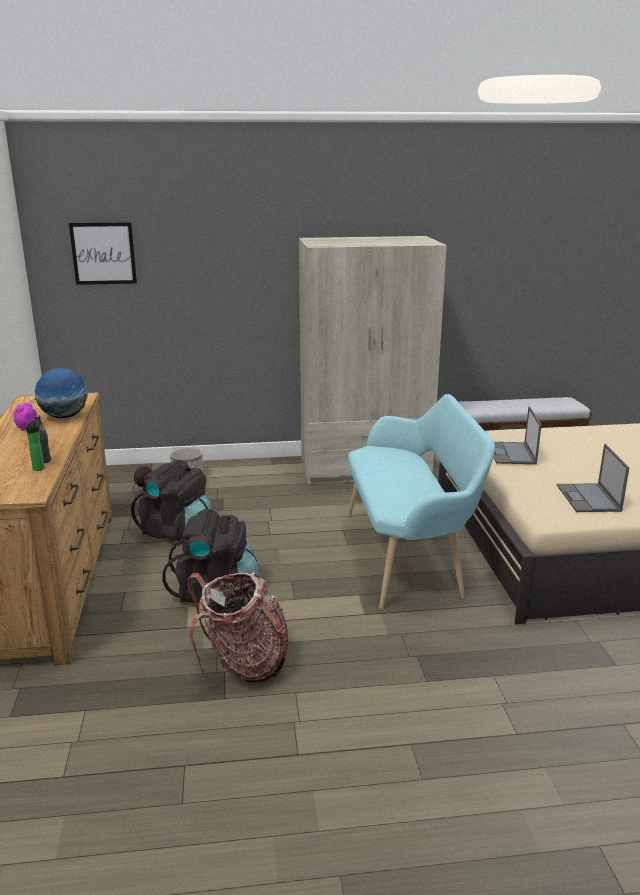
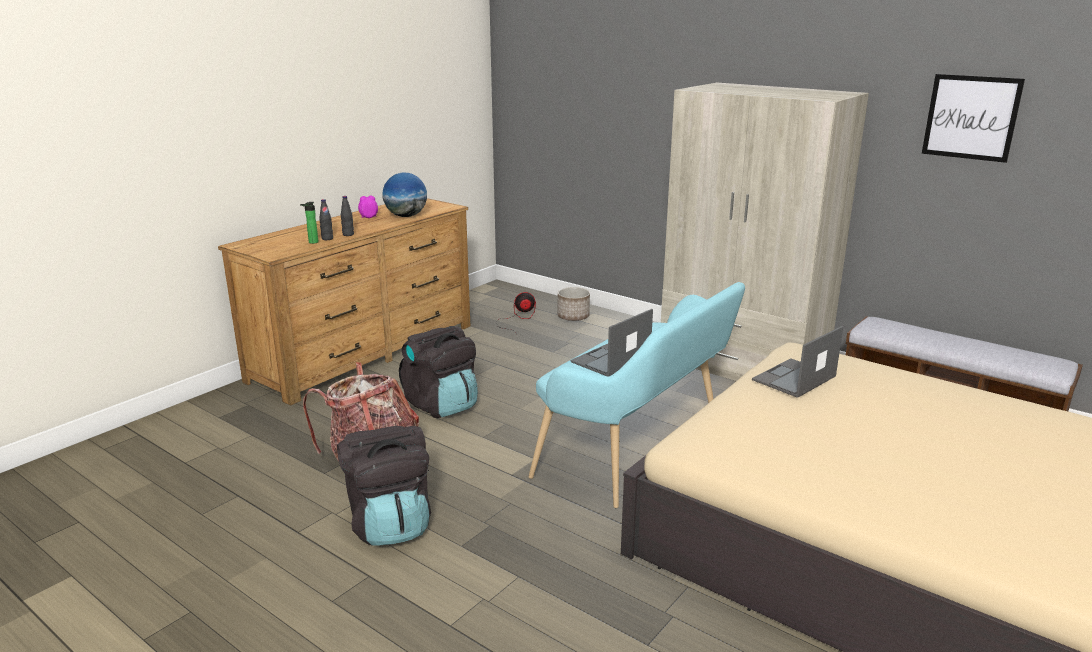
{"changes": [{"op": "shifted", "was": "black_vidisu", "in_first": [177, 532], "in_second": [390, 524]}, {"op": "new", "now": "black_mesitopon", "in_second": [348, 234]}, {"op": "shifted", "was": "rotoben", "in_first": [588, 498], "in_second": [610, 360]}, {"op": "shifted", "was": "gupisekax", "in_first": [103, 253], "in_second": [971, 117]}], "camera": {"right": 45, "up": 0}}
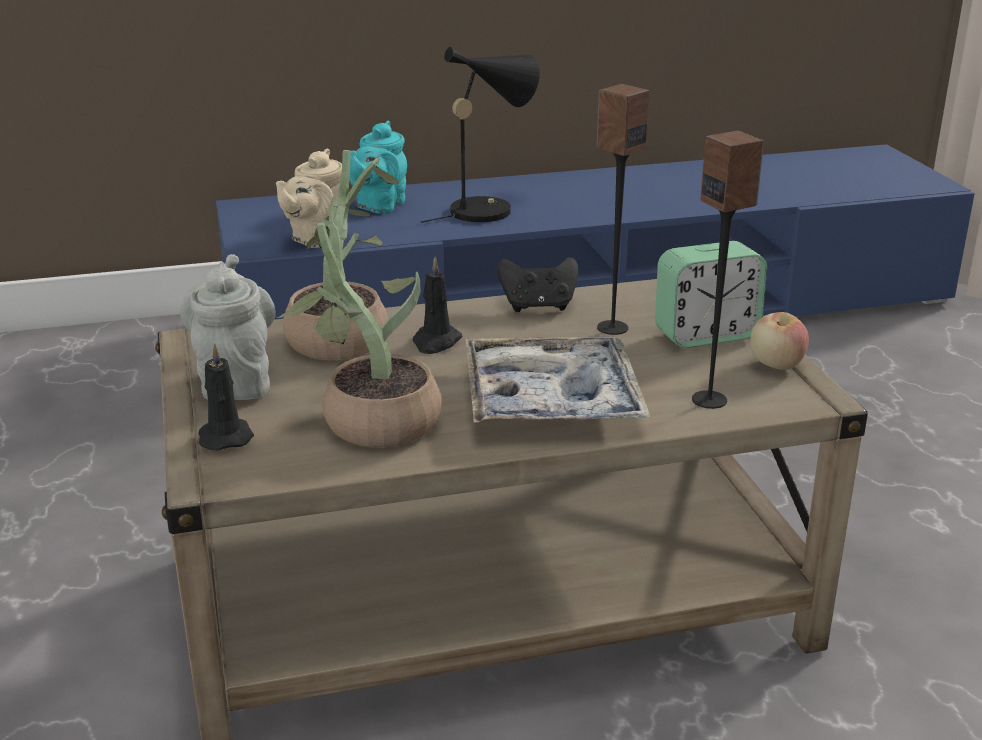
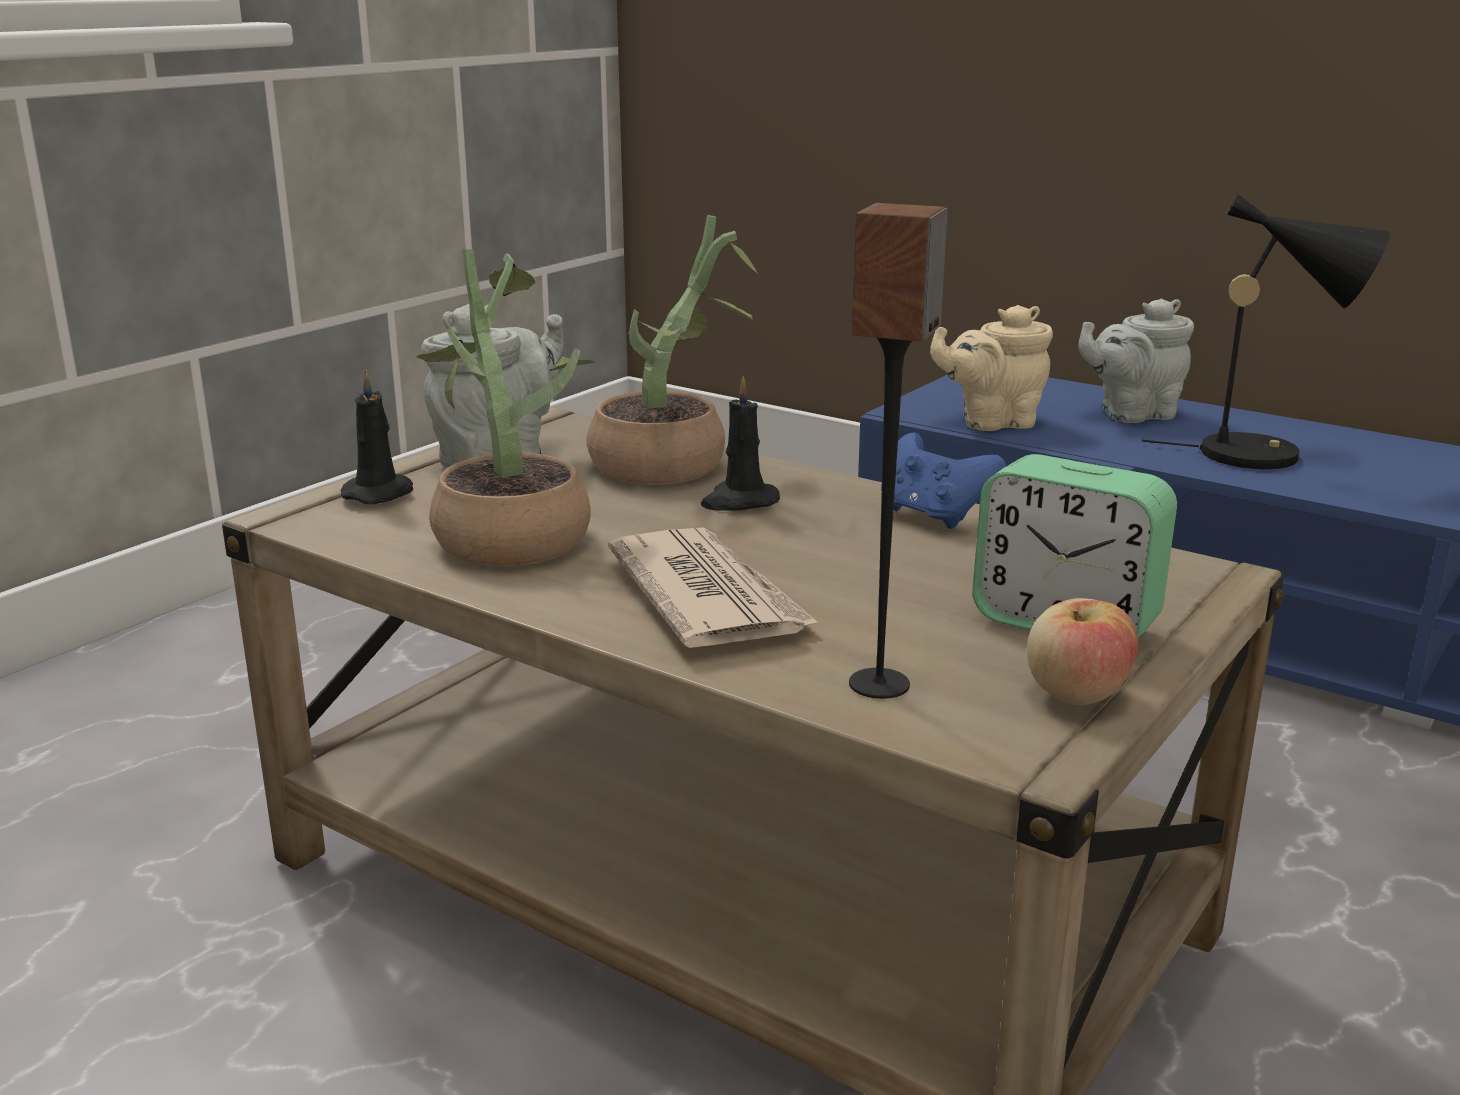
{"changes": [{"op": "swapped", "was": "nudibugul", "now": "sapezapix", "in_first": [551, 399], "in_second": [708, 596]}, {"op": "repainted", "was": "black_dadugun", "now": "blue_dadugun", "in_first": [538, 306], "in_second": [933, 515]}, {"op": "repainted", "was": "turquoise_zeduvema", "now": "grey_zeduvema", "in_first": [378, 206], "in_second": [1132, 414]}, {"op": "gone", "was": "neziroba", "in_first": [612, 327]}], "camera": {"right": 50, "up": -5}}
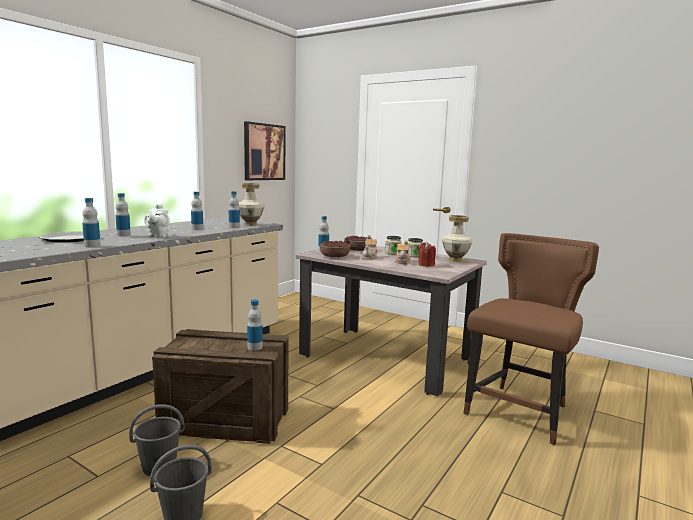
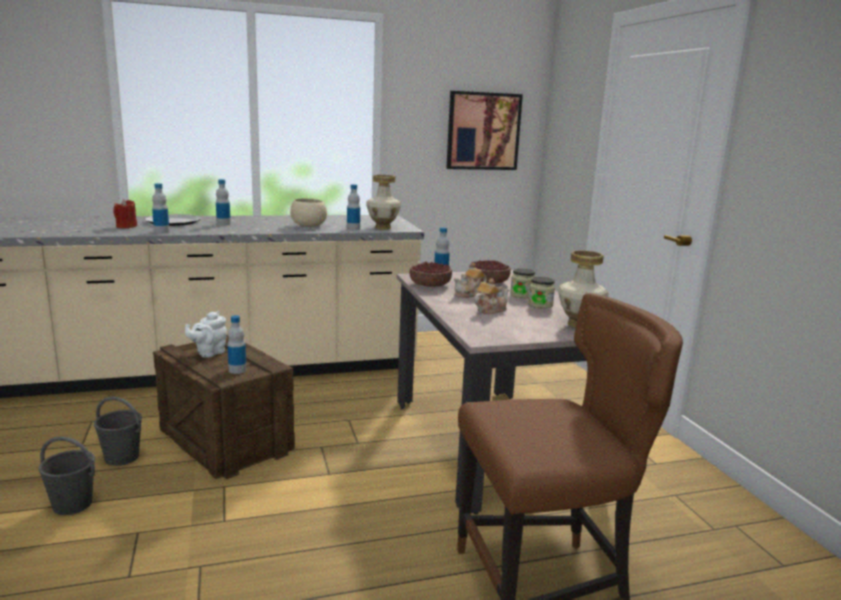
{"changes": [{"op": "shifted", "was": "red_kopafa", "in_first": [426, 265], "in_second": [126, 227]}, {"op": "shifted", "was": "white_zeduvema", "in_first": [158, 236], "in_second": [209, 353]}, {"op": "swapped", "was": "mesitopon", "now": "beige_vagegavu", "in_first": [197, 229], "in_second": [309, 226]}], "camera": {"right": 40, "up": 5}}
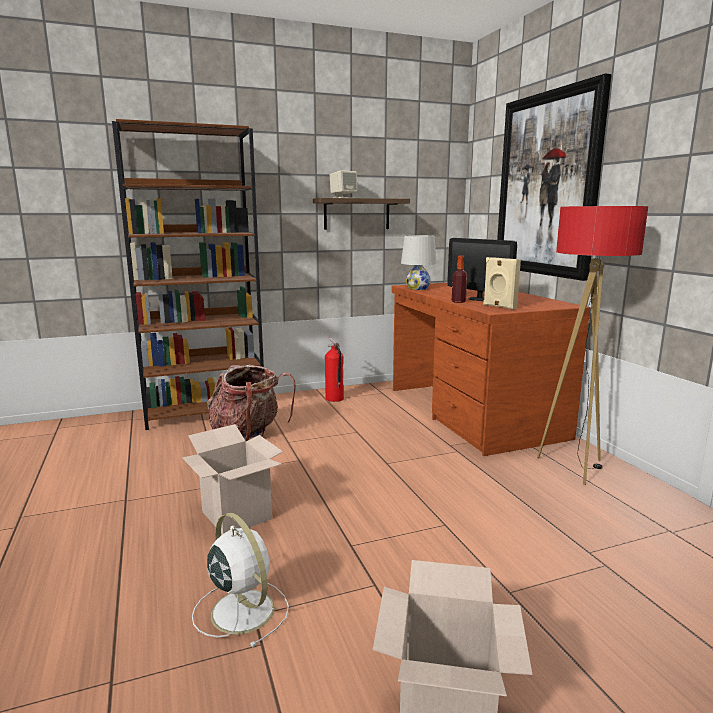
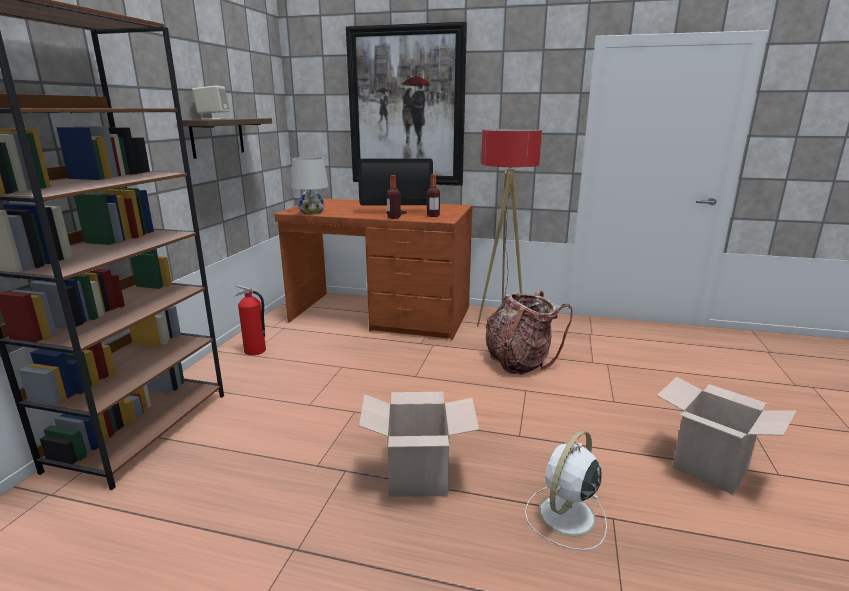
{"changes": [{"op": "swapped", "was": "beige_neziroba", "now": "mesitopon", "in_first": [499, 306], "in_second": [433, 216]}, {"op": "shifted", "was": "vidisu", "in_first": [249, 435], "in_second": [519, 361]}, {"op": "rotated", "was": "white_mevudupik", "in_first": [241, 609], "in_second": [565, 516], "clockwise": -45}], "camera": {"right": -55, "up": 5}}
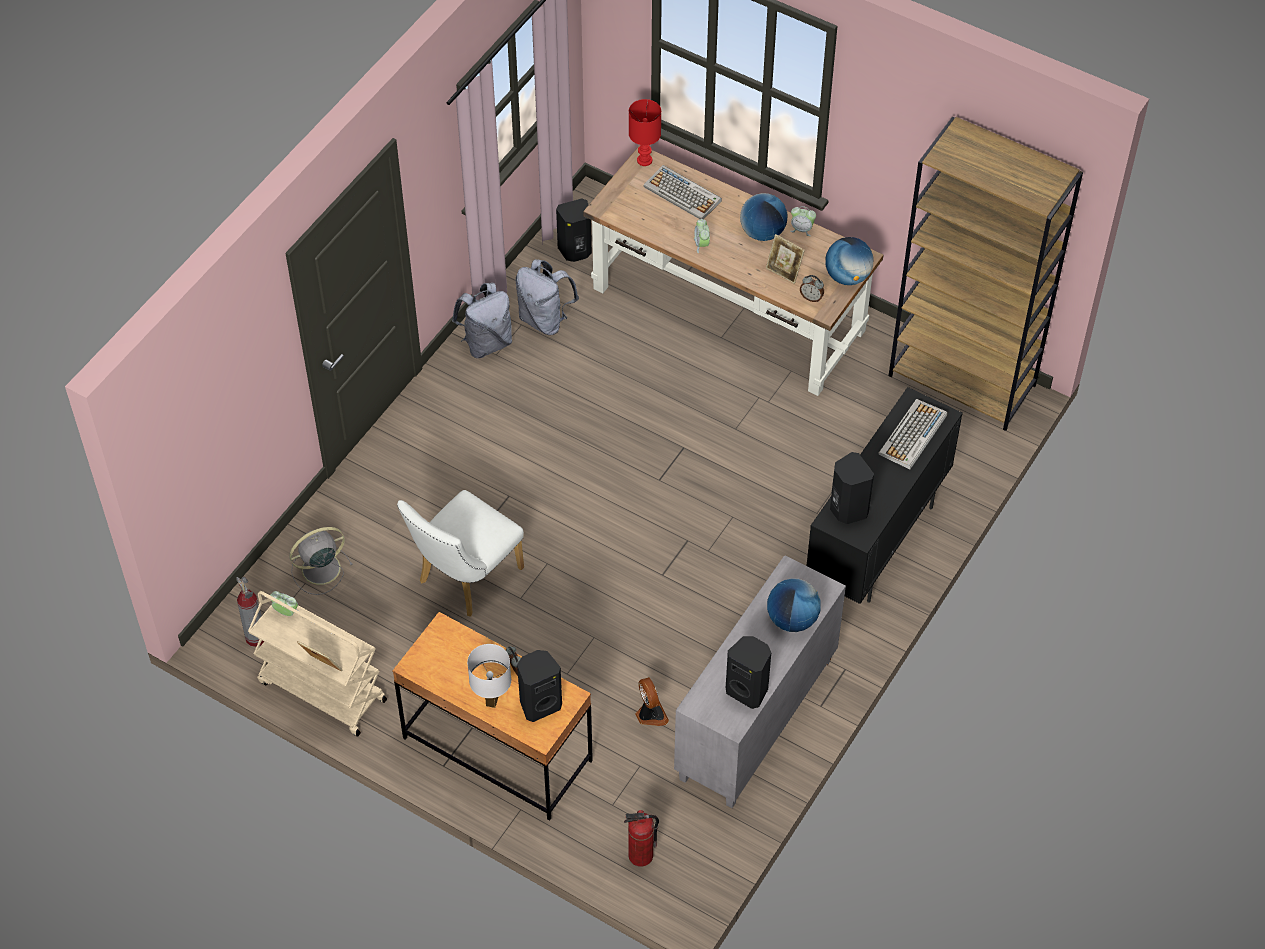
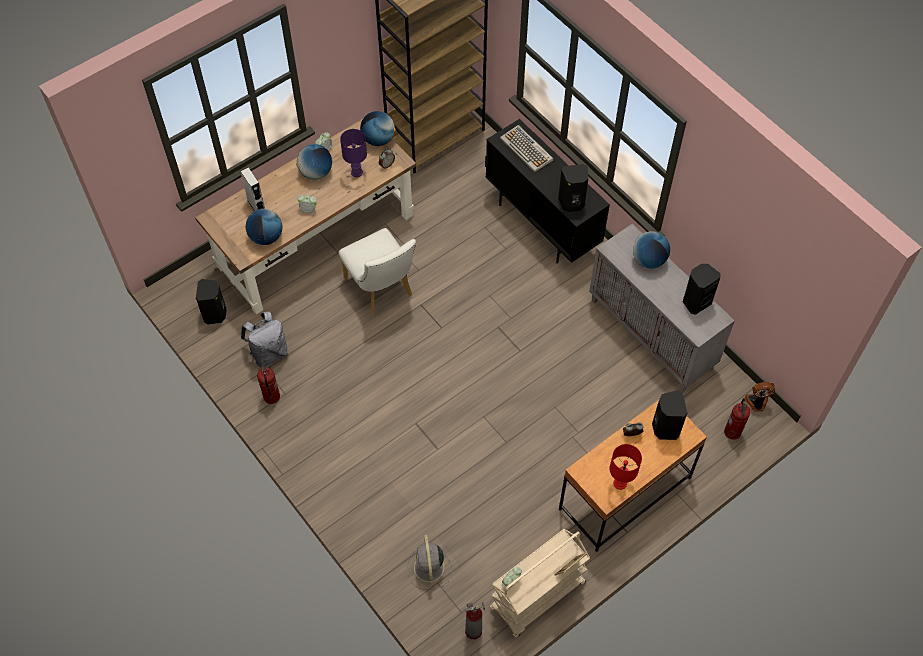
{"changes": [{"op": "swapped", "was": "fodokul", "now": "grey_neziroba", "in_first": [683, 194], "in_second": [256, 206]}, {"op": "new", "now": "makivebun", "in_second": [266, 237]}, {"op": "swapped", "was": "grey_vidisu", "now": "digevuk", "in_first": [486, 343], "in_second": [271, 396]}, {"op": "shifted", "was": "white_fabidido", "in_first": [465, 579], "in_second": [381, 290]}, {"op": "swapped", "was": "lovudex", "now": "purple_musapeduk", "in_first": [784, 272], "in_second": [357, 172]}, {"op": "shifted", "was": "red_musapeduk", "in_first": [644, 161], "in_second": [620, 483]}, {"op": "shifted", "was": "mevudupik", "in_first": [650, 714], "in_second": [757, 403]}, {"op": "gone", "was": "white_musapeduk", "in_first": [492, 701]}], "camera": {"right": -70, "up": 5}}
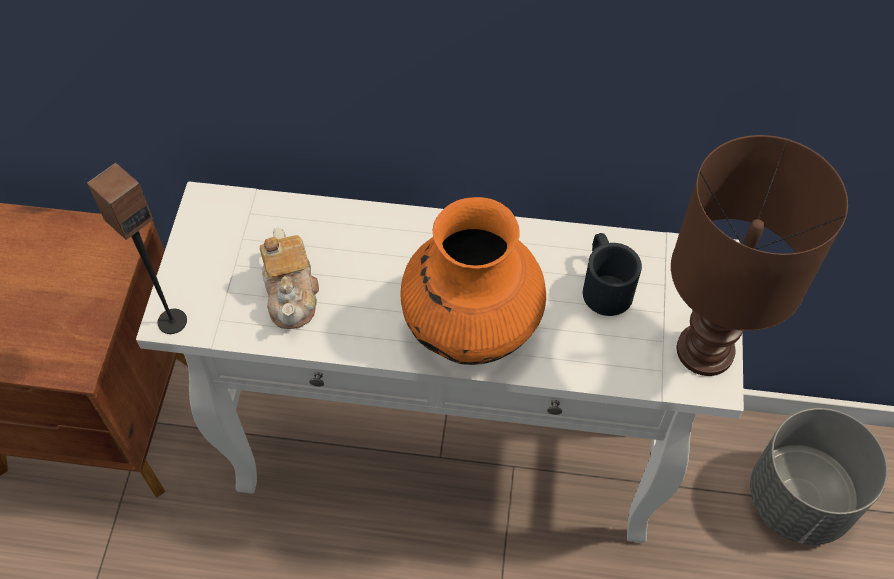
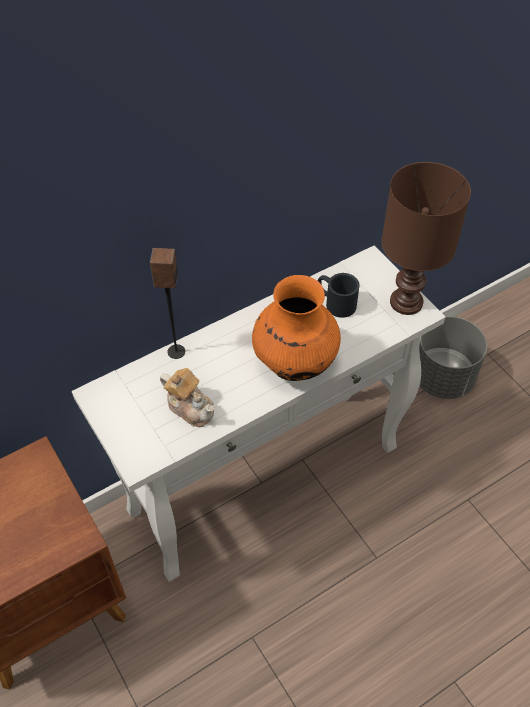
{"changes": [{"op": "shifted", "was": "neziroba", "in_first": [172, 321], "in_second": [176, 351]}], "camera": {"right": -40, "up": -5}}
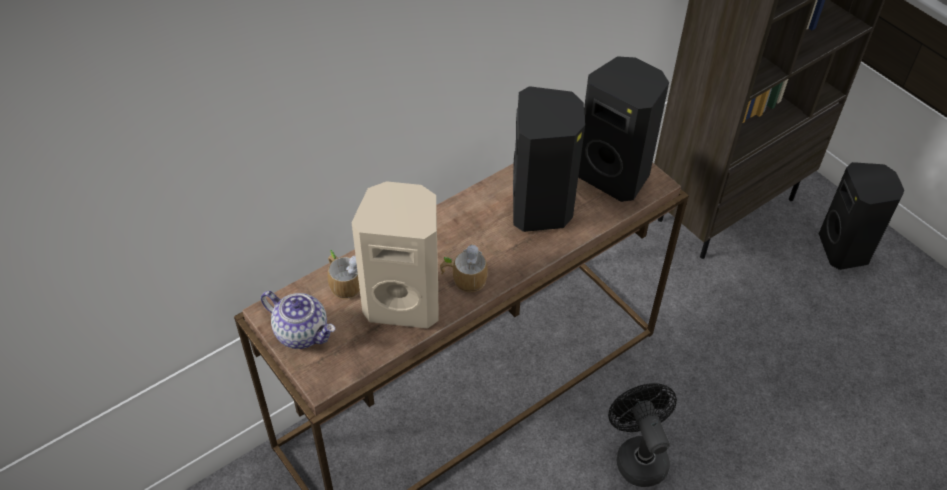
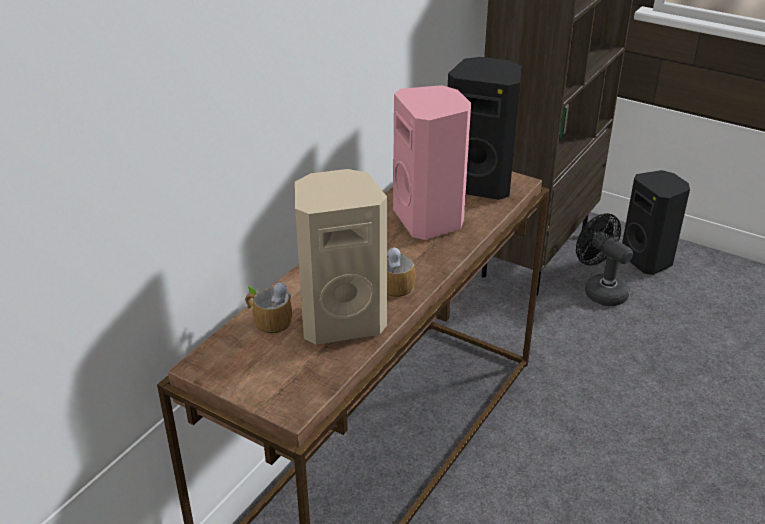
{"changes": [{"op": "repainted", "was": "black_neziroba", "now": "pink_neziroba", "in_first": [542, 208], "in_second": [430, 220]}, {"op": "shifted", "was": "black_mevudupik", "in_first": [638, 455], "in_second": [600, 290]}, {"op": "gone", "was": "zeduvema", "in_first": [302, 332]}], "camera": {"right": -20, "up": -15}}
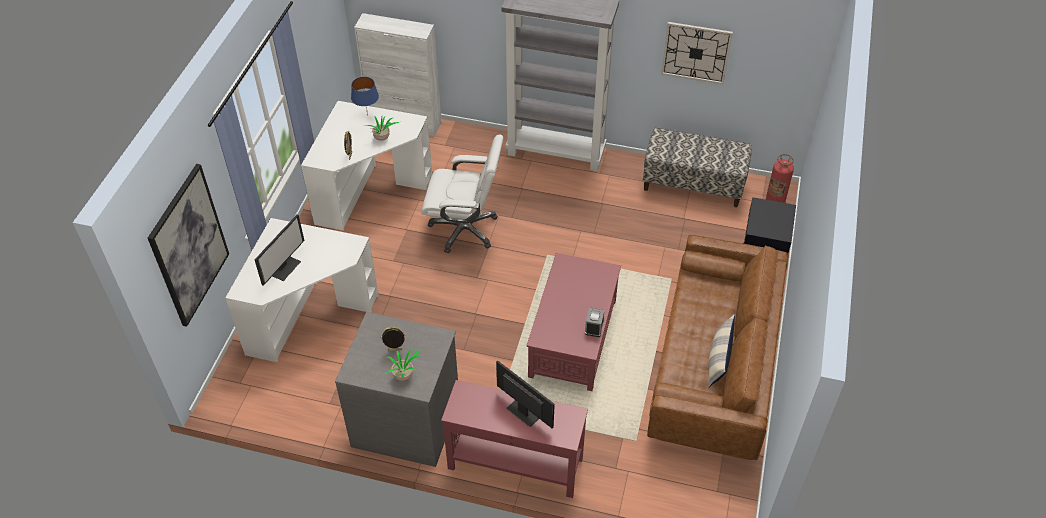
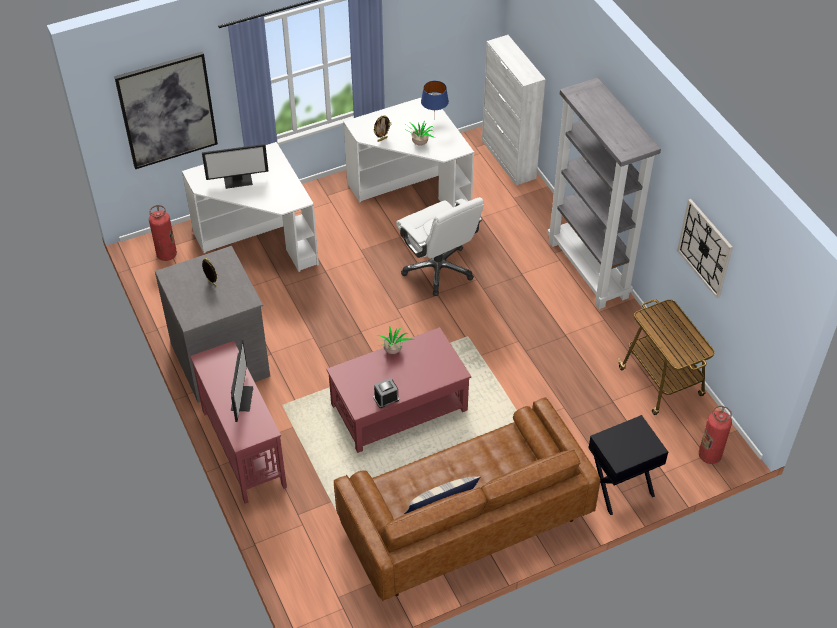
{"changes": [{"op": "new", "now": "digevuk", "in_second": [166, 254]}, {"op": "shifted", "was": "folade", "in_first": [405, 377], "in_second": [393, 352]}, {"op": "swapped", "was": "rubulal", "now": "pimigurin", "in_first": [693, 184], "in_second": [662, 383]}], "camera": {"right": 50, "up": 0}}
